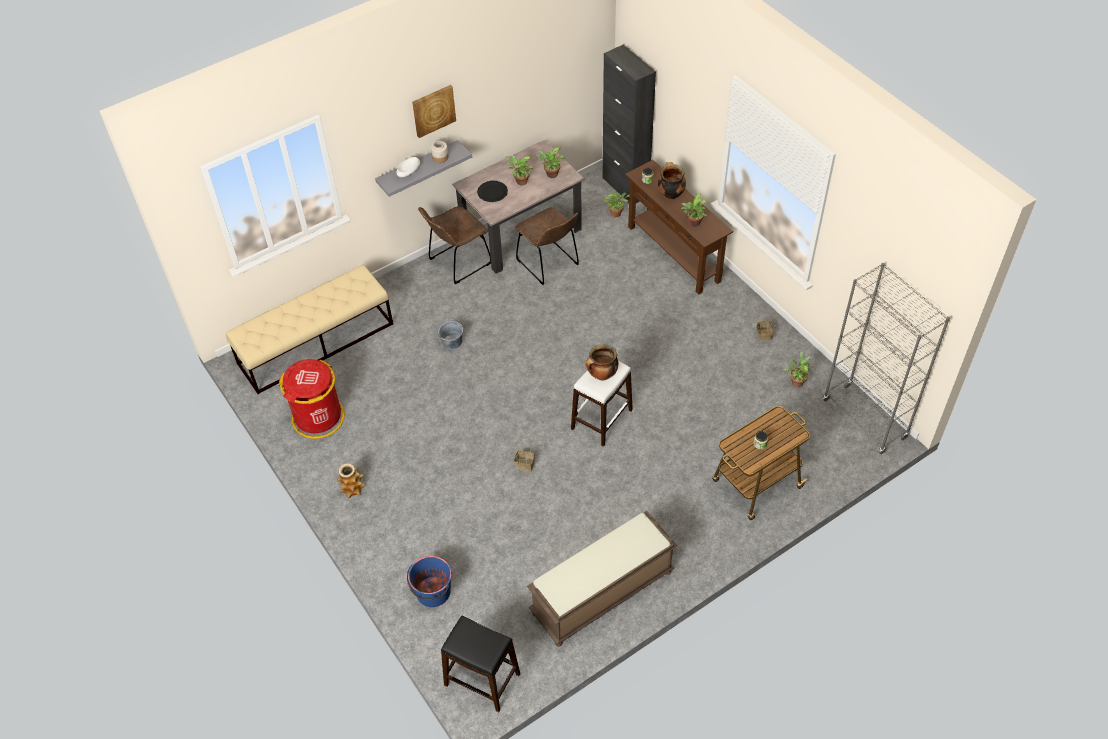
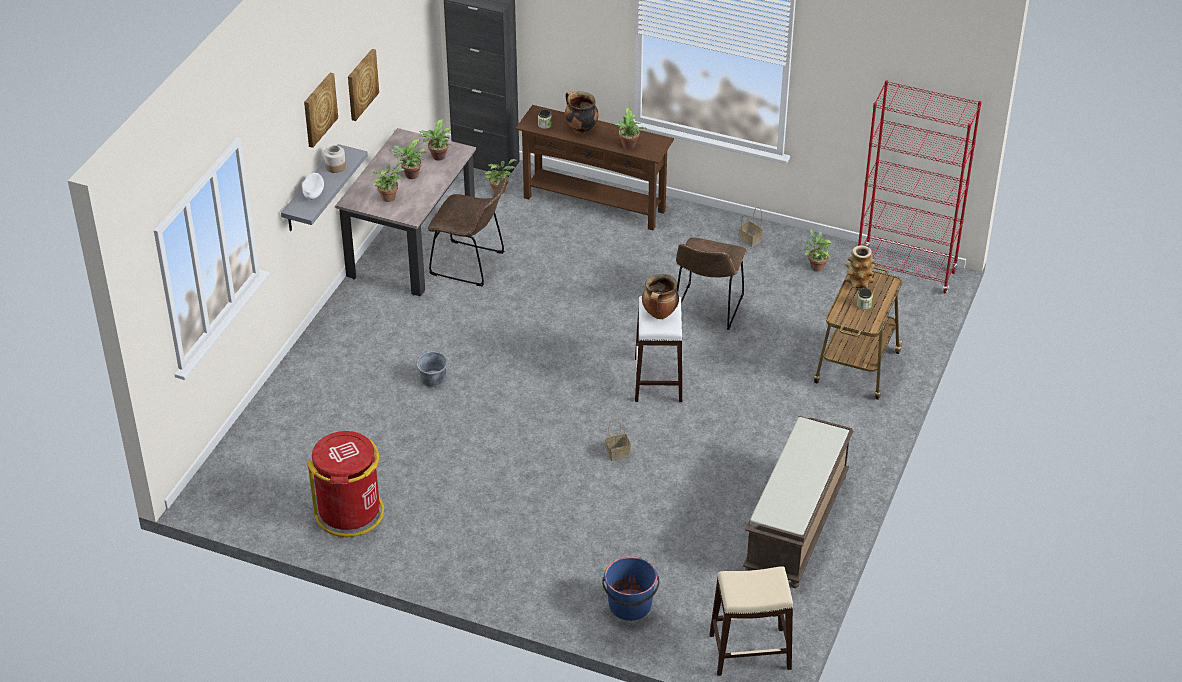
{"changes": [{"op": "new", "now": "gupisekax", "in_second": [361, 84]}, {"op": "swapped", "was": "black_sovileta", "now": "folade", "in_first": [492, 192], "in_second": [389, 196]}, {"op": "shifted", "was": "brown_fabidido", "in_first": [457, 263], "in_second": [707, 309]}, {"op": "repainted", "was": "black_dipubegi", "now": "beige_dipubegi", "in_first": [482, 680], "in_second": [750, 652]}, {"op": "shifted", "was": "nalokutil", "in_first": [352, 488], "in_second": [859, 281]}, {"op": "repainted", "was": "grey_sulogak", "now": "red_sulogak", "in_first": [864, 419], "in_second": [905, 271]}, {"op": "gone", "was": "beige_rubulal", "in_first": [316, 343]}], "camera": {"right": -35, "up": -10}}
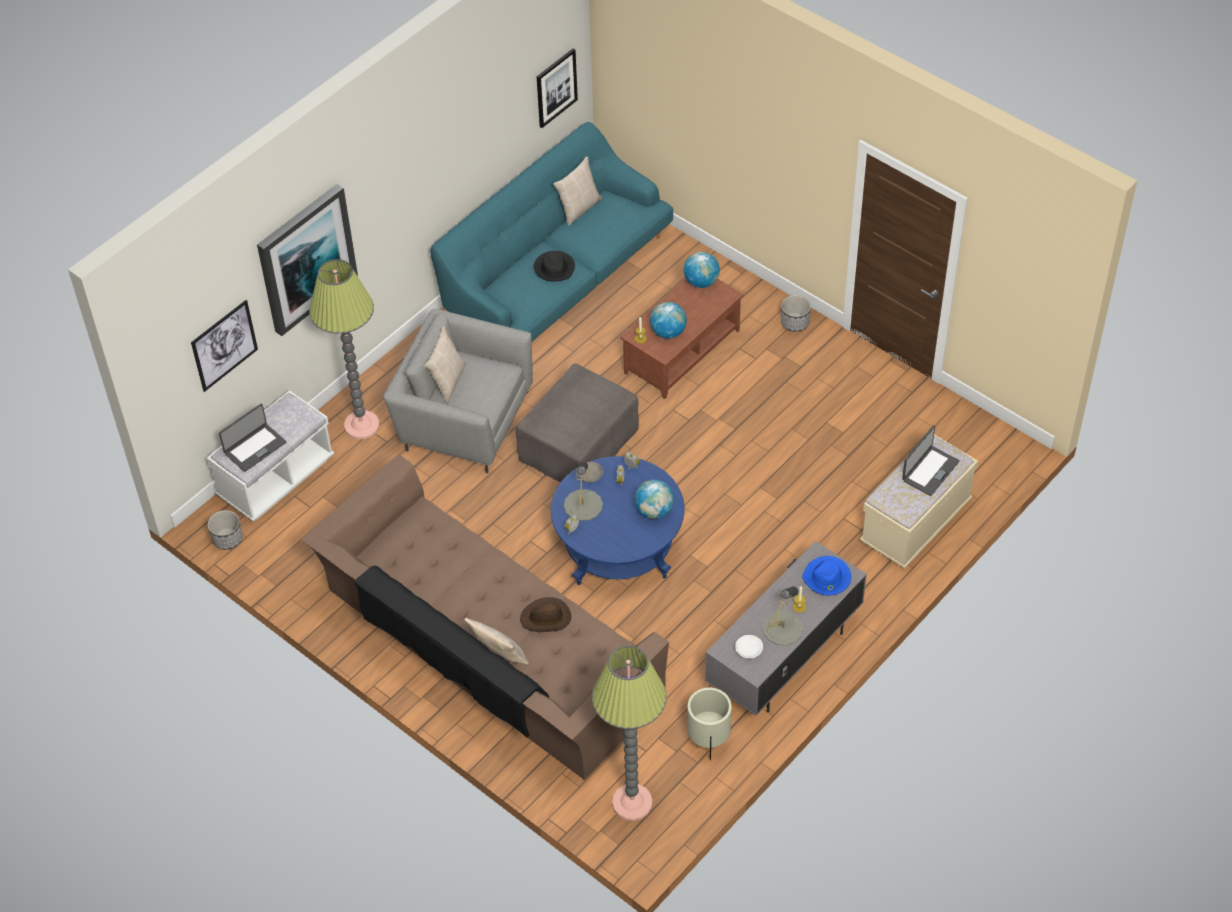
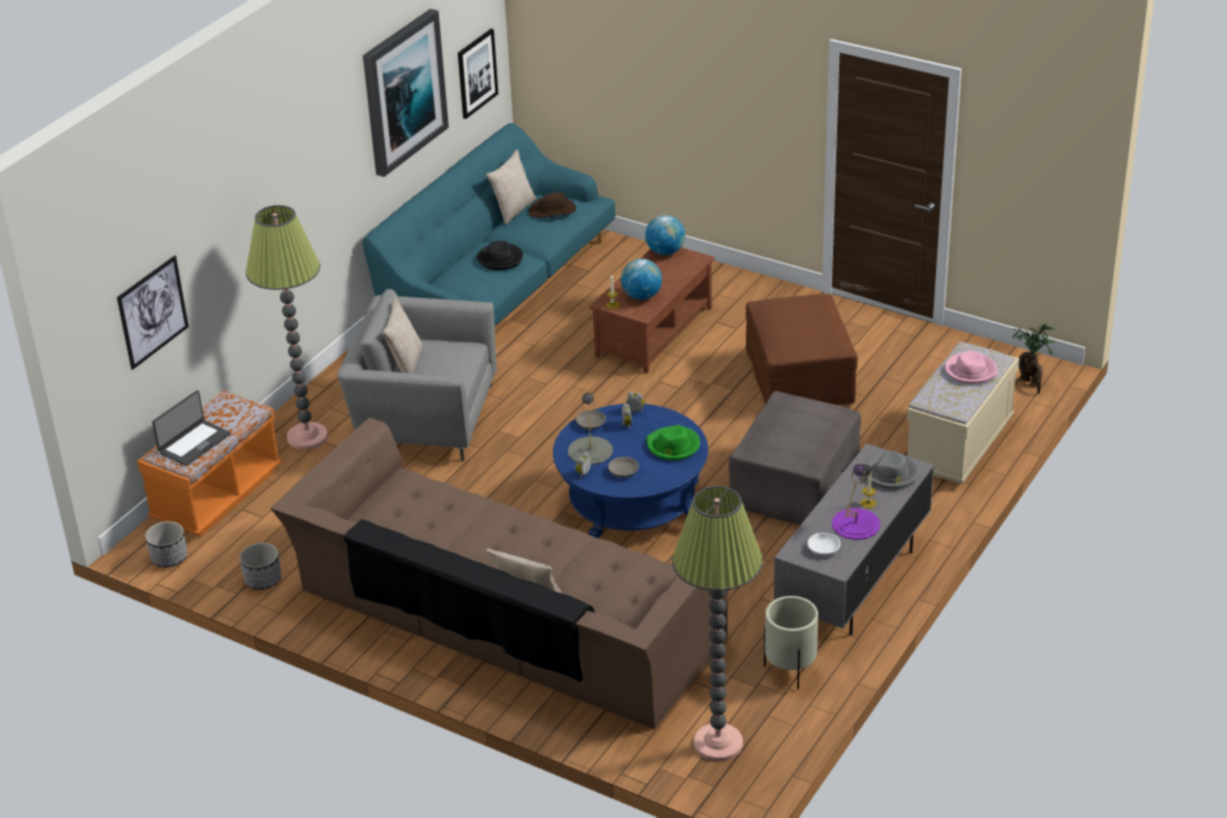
{"changes": [{"op": "repainted", "was": "white_rubulal", "now": "orange_rubulal", "in_first": [276, 478], "in_second": [217, 496]}, {"op": "shifted", "was": "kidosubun", "in_first": [794, 322], "in_second": [263, 580]}, {"op": "shifted", "was": "gupisekax", "in_first": [305, 258], "in_second": [403, 91]}, {"op": "shifted", "was": "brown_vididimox", "in_first": [546, 618], "in_second": [552, 210]}, {"op": "new", "now": "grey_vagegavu", "in_second": [623, 472]}, {"op": "swapped", "was": "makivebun", "now": "green_vididimox", "in_first": [654, 511], "in_second": [673, 446]}, {"op": "shifted", "was": "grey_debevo", "in_first": [578, 445], "in_second": [794, 485]}, {"op": "new", "now": "brown_debevo", "in_second": [800, 378]}, {"op": "repainted", "was": "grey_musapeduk", "now": "purple_musapeduk", "in_first": [782, 628], "in_second": [855, 524]}, {"op": "repainted", "was": "blue_vididimox", "now": "grey_vididimox", "in_first": [827, 578], "in_second": [891, 474]}, {"op": "swapped", "was": "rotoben", "now": "pink_vididimox", "in_first": [929, 470], "in_second": [970, 370]}, {"op": "new", "now": "folade", "in_second": [1030, 384]}], "camera": {"right": -10, "up": -15}}
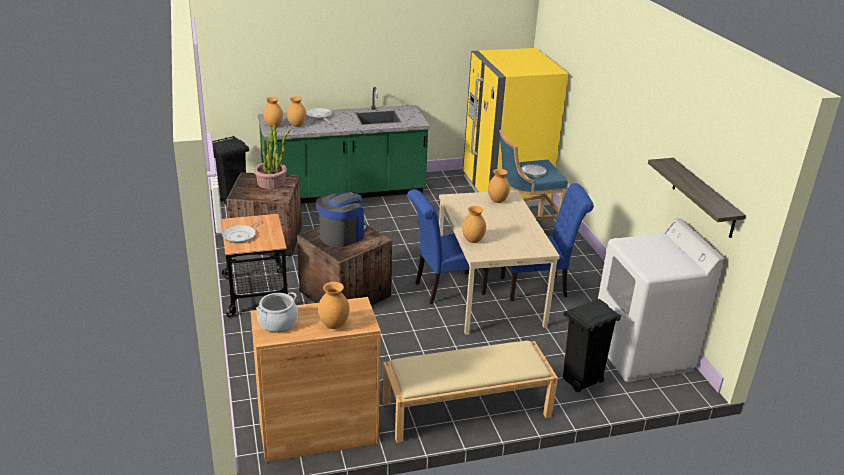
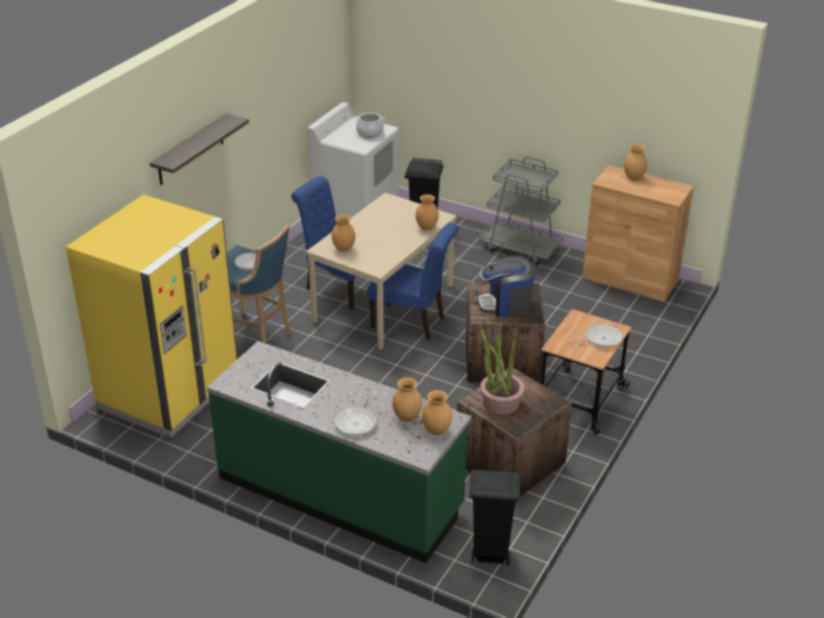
{"changes": [{"op": "shifted", "was": "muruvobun", "in_first": [703, 198], "in_second": [190, 150]}, {"op": "shifted", "was": "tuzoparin", "in_first": [277, 322], "in_second": [370, 133]}, {"op": "swapped", "was": "beige_rubulal", "now": "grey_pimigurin", "in_first": [465, 409], "in_second": [520, 248]}], "camera": {"right": -135, "up": 5}}
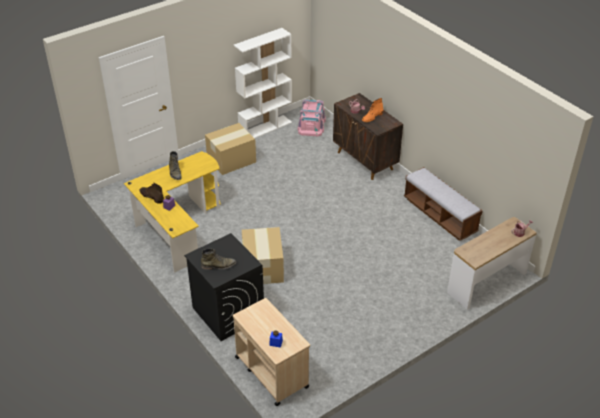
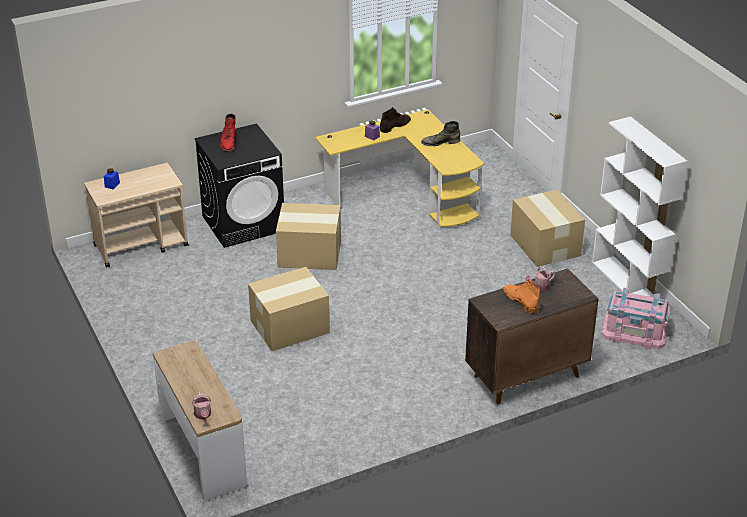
{"changes": [{"op": "repainted", "was": "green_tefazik", "now": "red_tefazik", "in_first": [218, 266], "in_second": [228, 142]}, {"op": "new", "now": "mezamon", "in_second": [288, 327]}, {"op": "gone", "was": "rubulal", "in_first": [439, 215]}], "camera": {"right": 100, "up": -5}}
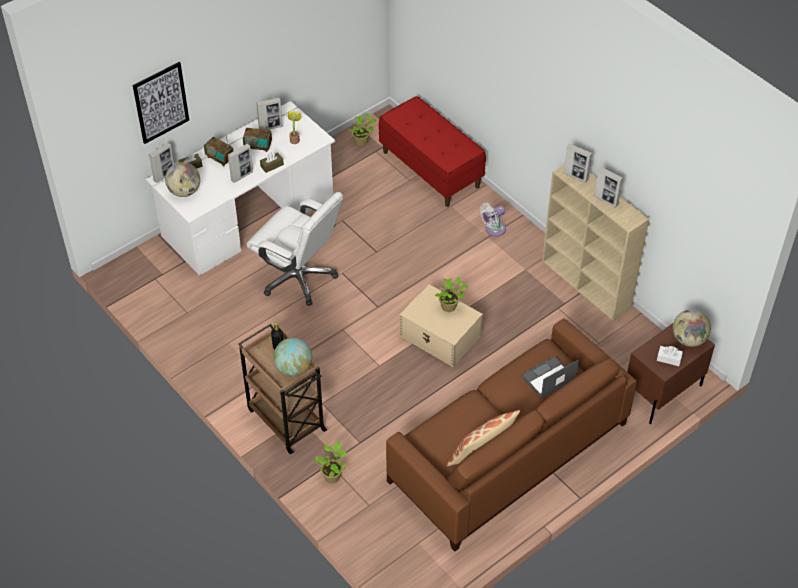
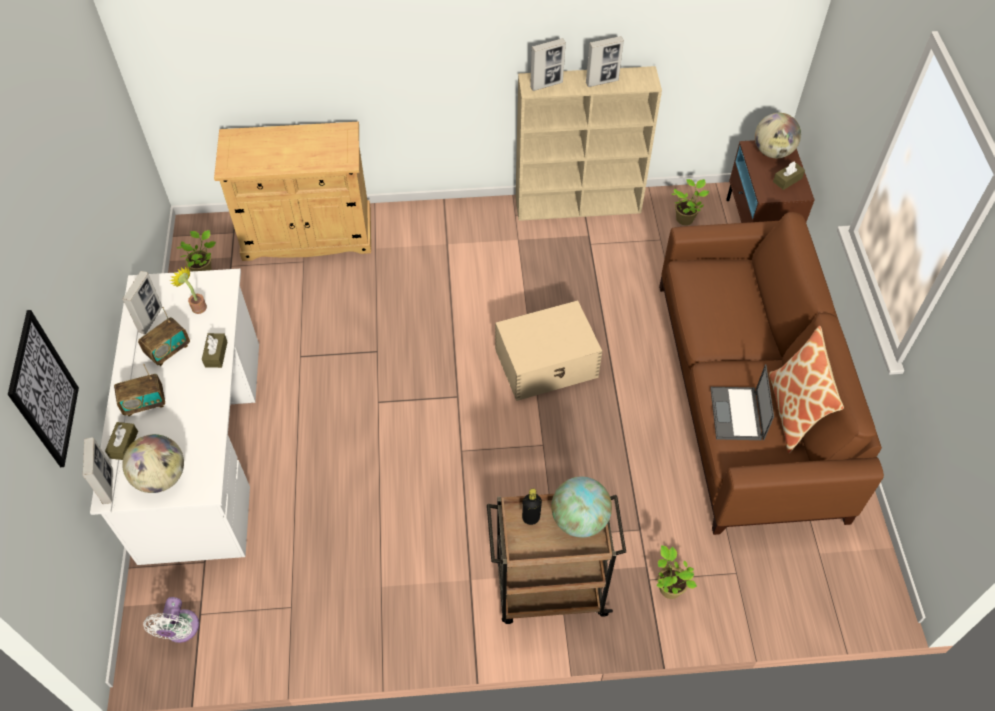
{"changes": [{"op": "shifted", "was": "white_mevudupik", "in_first": [493, 229], "in_second": [180, 630]}, {"op": "swapped", "was": "red_rubulal", "now": "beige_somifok", "in_first": [431, 169], "in_second": [307, 234]}, {"op": "shifted", "was": "folade", "in_first": [450, 306], "in_second": [685, 218]}, {"op": "shifted", "was": "rotoben", "in_first": [548, 378], "in_second": [737, 414]}, {"op": "repainted", "was": "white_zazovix", "now": "brown_zazovix", "in_first": [669, 359], "in_second": [787, 180]}, {"op": "gone", "was": "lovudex", "in_first": [242, 176]}, {"op": "gone", "was": "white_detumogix", "in_first": [299, 277]}], "camera": {"right": -55, "up": 5}}
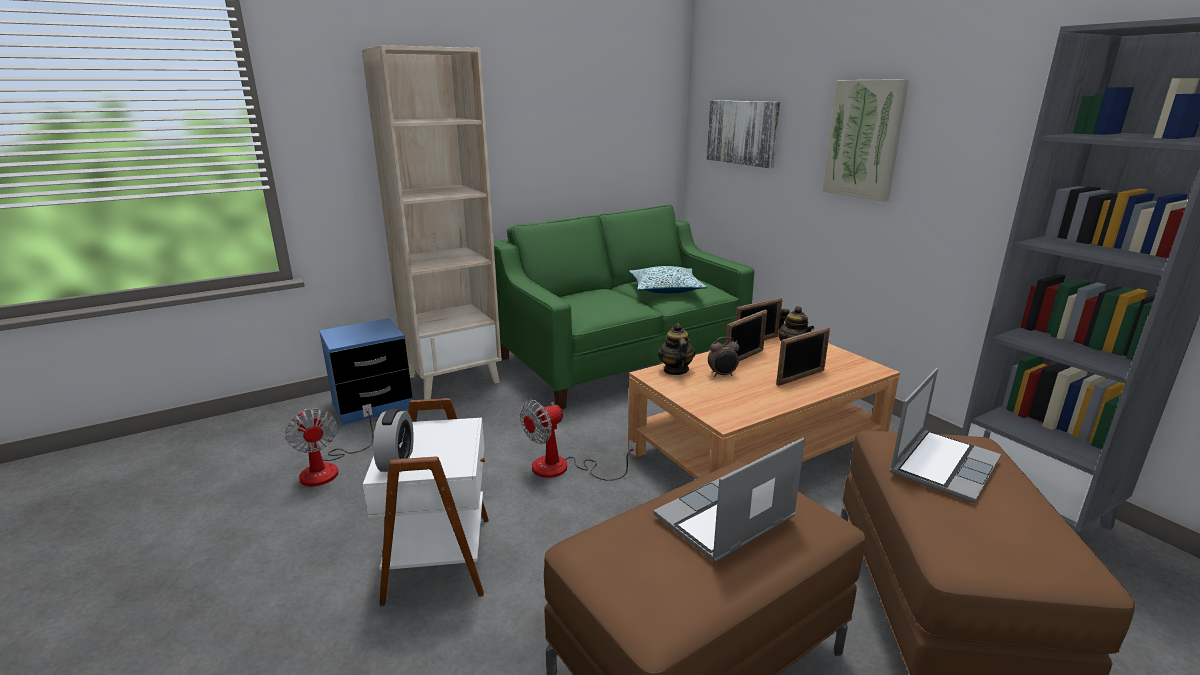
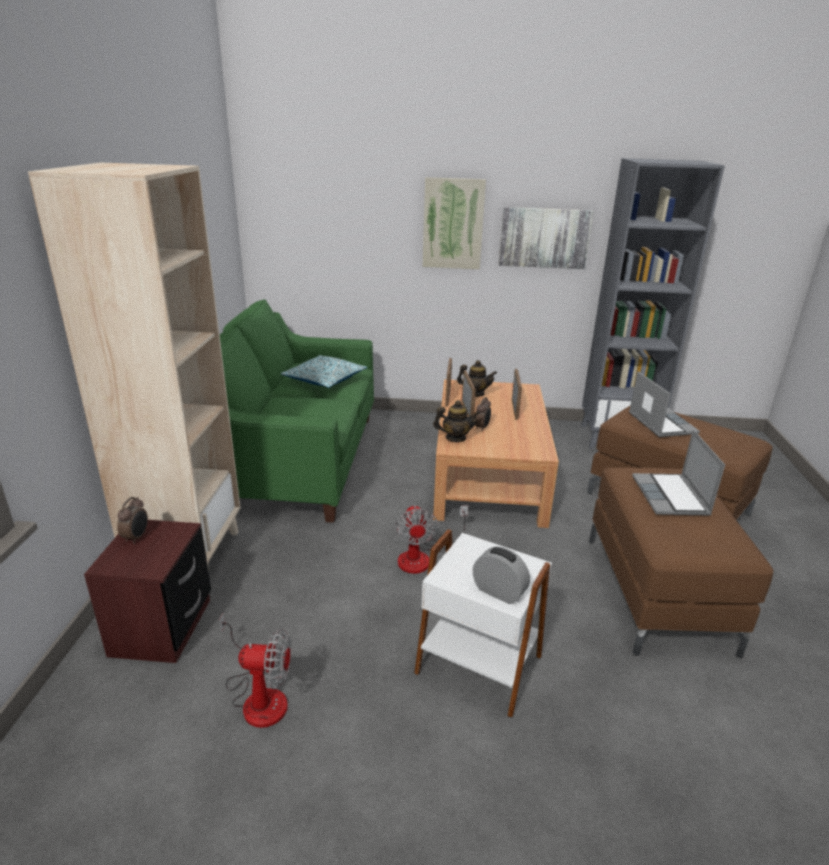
{"changes": [{"op": "repainted", "was": "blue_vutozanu", "now": "brown_vutozanu", "in_first": [372, 405], "in_second": [162, 627]}, {"op": "new", "now": "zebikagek", "in_second": [137, 537]}, {"op": "rotated", "was": "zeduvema", "in_first": [675, 370], "in_second": [455, 438], "clockwise": 150}, {"op": "shifted", "was": "gupisekax", "in_first": [742, 132], "in_second": [544, 238]}], "camera": {"right": -55, "up": 5}}
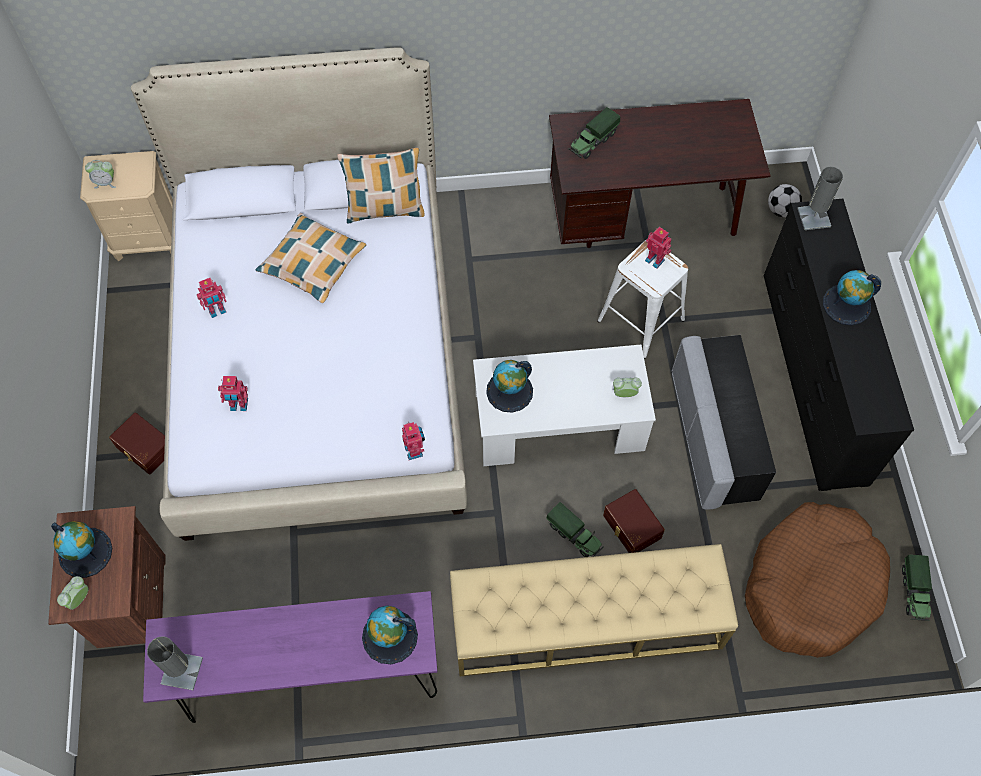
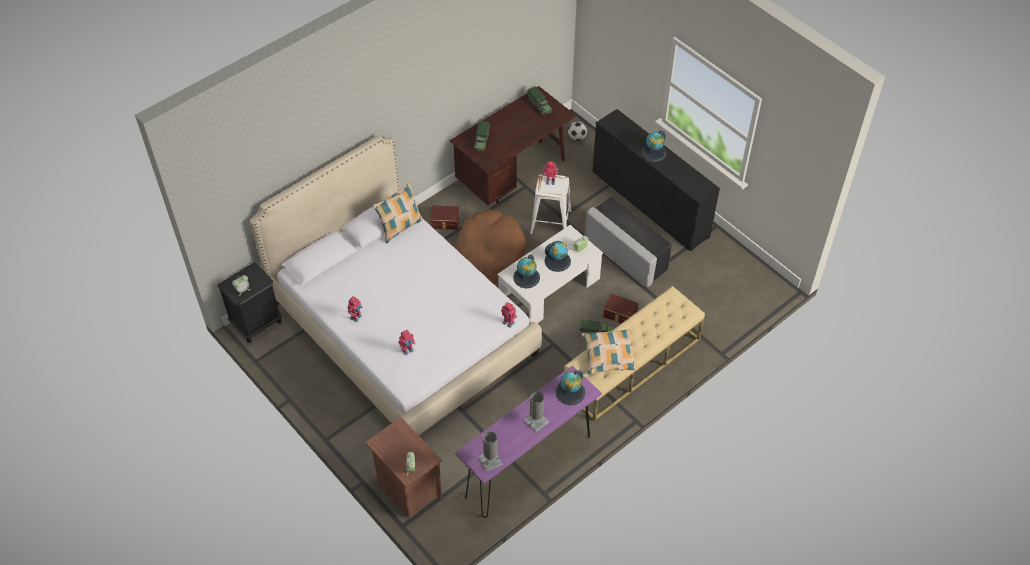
{"changes": [{"op": "repainted", "was": "beige_vutozanu", "now": "black_vutozanu", "in_first": [148, 239], "in_second": [257, 323]}, {"op": "shifted", "was": "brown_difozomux", "in_first": [144, 449], "in_second": [445, 222]}, {"op": "shifted", "was": "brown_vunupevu", "in_first": [811, 586], "in_second": [490, 254]}, {"op": "shifted", "was": "grey_musapeduk", "in_first": [813, 217], "in_second": [536, 421]}, {"op": "shifted", "was": "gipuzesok", "in_first": [914, 592], "in_second": [540, 106]}, {"op": "shifted", "was": "makivebun", "in_first": [85, 552], "in_second": [557, 261]}, {"op": "shifted", "was": "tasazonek", "in_first": [313, 263], "in_second": [609, 355]}], "camera": {"right": -35, "up": -10}}
